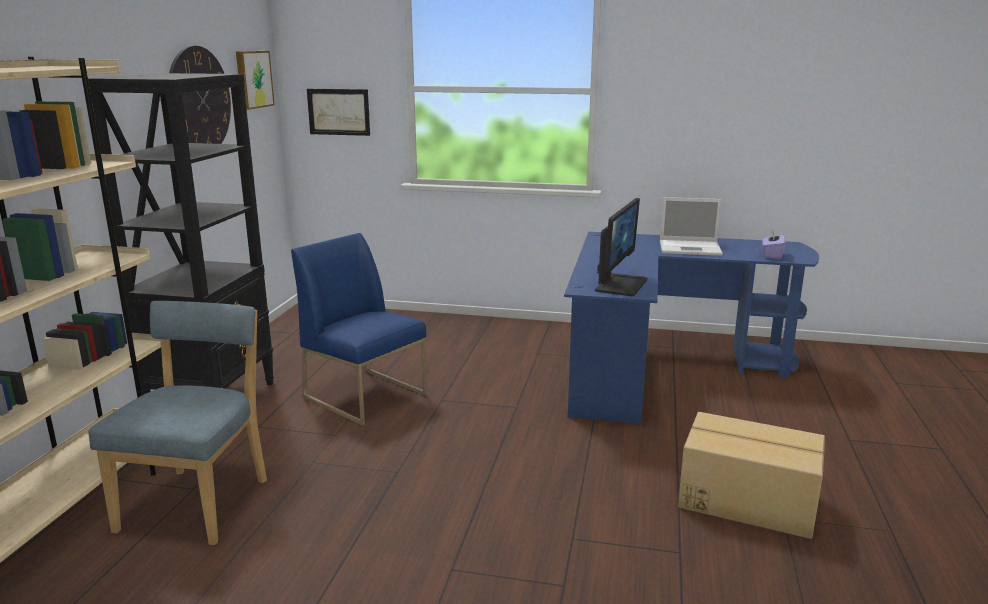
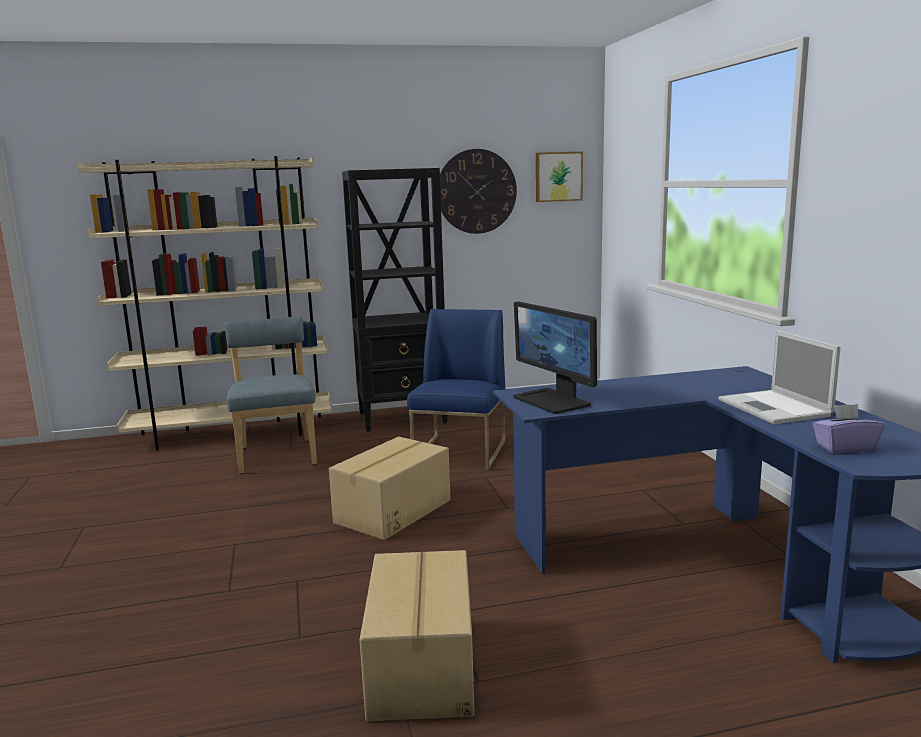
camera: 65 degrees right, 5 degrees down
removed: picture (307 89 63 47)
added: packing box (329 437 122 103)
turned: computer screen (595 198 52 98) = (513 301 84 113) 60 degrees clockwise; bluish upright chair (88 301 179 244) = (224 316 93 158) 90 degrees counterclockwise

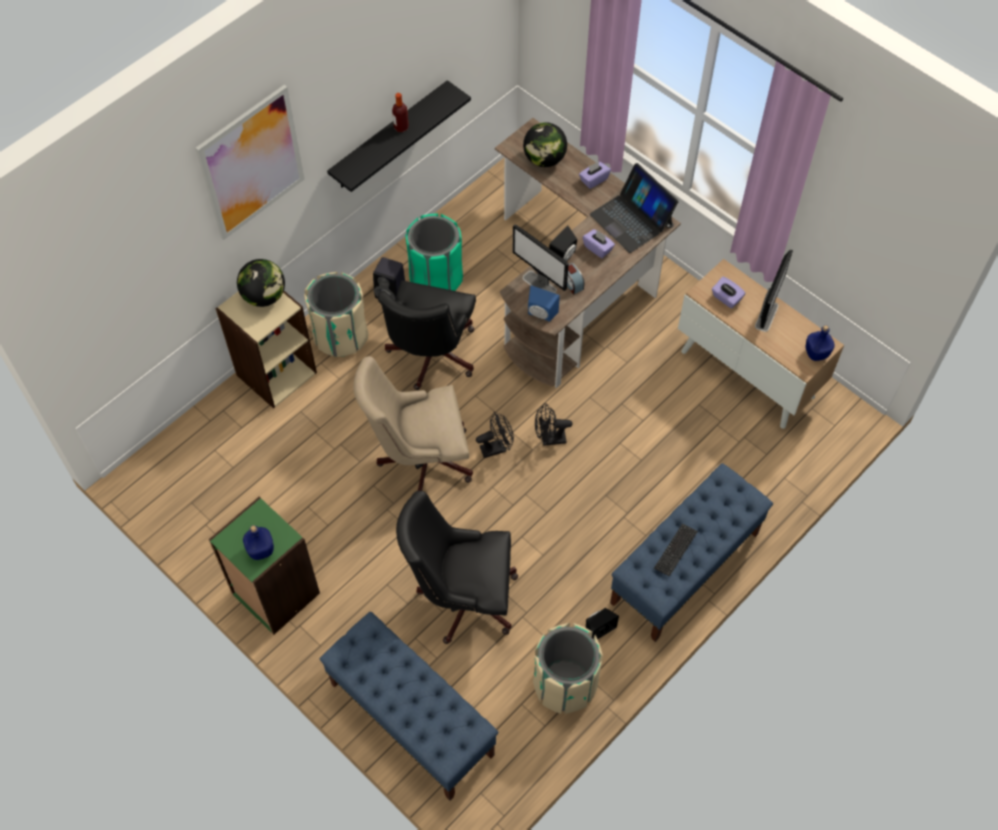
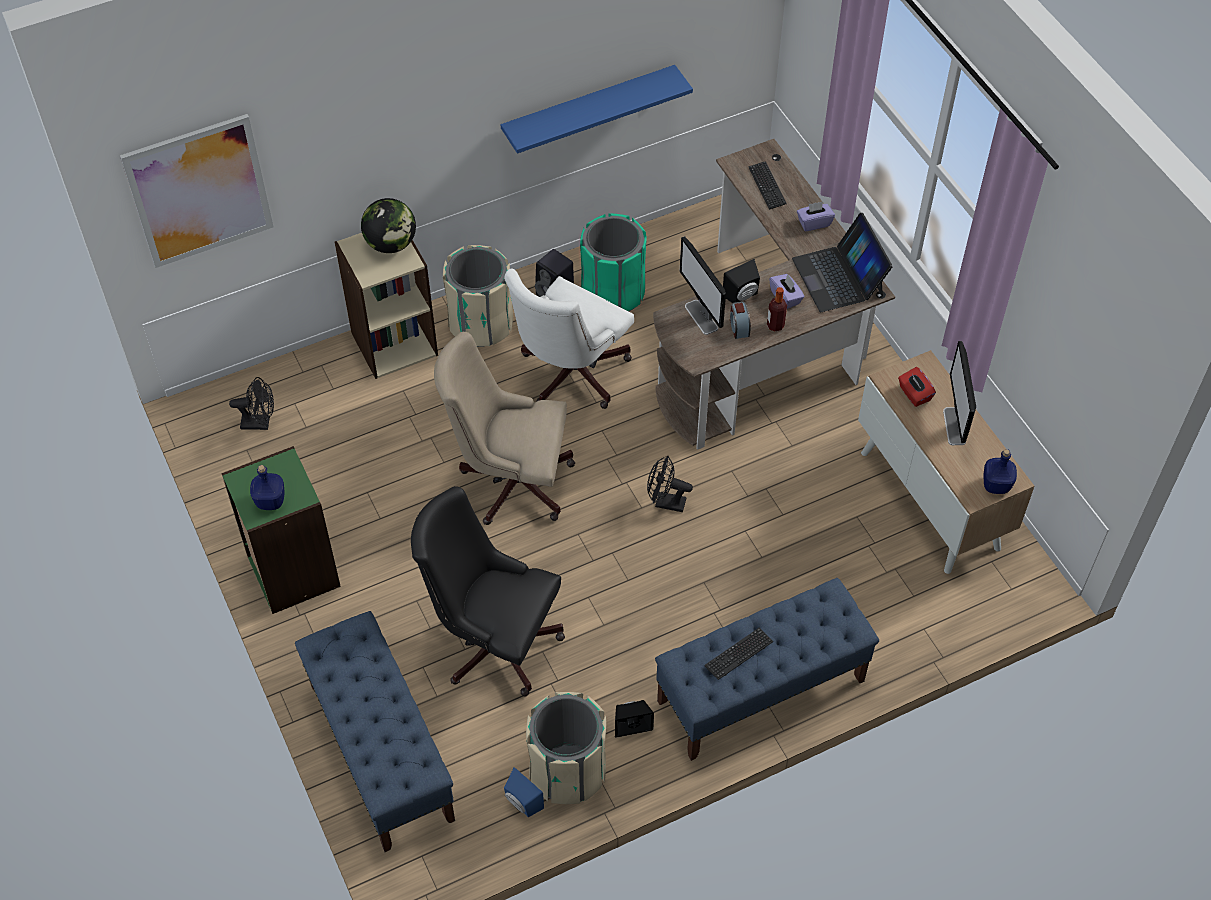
camera: 20 degrees right, 5 degrees down
moved: picture (195 85 110 155) to (120 114 154 154); beverage bottle (392 93 17 39) to (767 287 20 45); bluish audio speaker (528 285 32 37) to (504 767 40 50); black fan (476 412 38 46) to (229 377 45 53)
replaced: desk globe (523 122 44 45) to computer keyboard (748 161 39 48)
recoloured: black bracket shelf (327 80 144 112) to bluish bracket shelf (501 65 192 89); purple-coloured tissue holder (712 277 33 31) to reddish tissue holder (898 367 38 40); black computer chair (378 280 98 110) to white-coloured computer chair (504 269 130 140)
turned: computer screen (755 249 38 83) = (943 341 33 104) 135 degrees clockwise

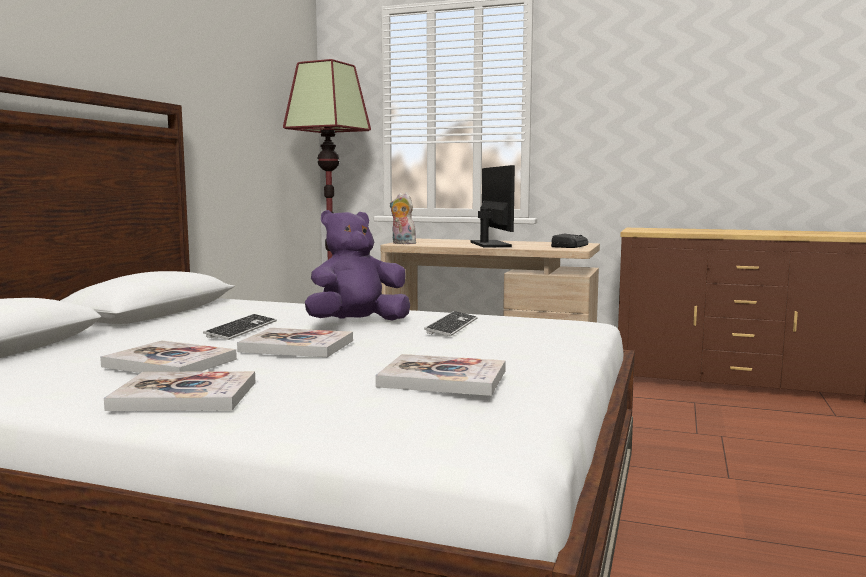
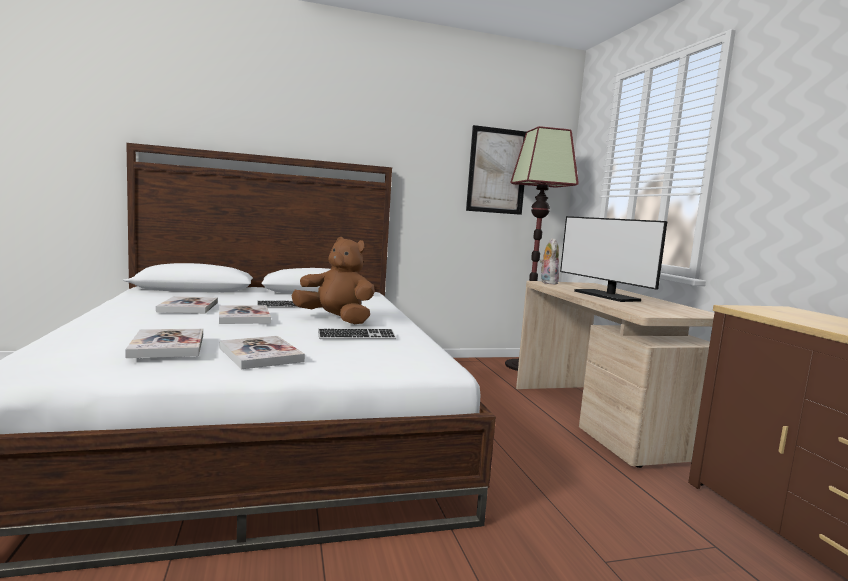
camera: 55 degrees right, 0 degrees up
removed: radio receiver (551 234 37 14)
added: picture (466 125 60 90)
moved: volume (104 371 151 40) to (220 336 85 33)
recoloured: purple-coloured plush toy (305 210 105 111) to brown-coloured plush toy (292 237 83 87)
turned: computer screen (470 165 45 83) = (560 216 107 86) 105 degrees clockwise

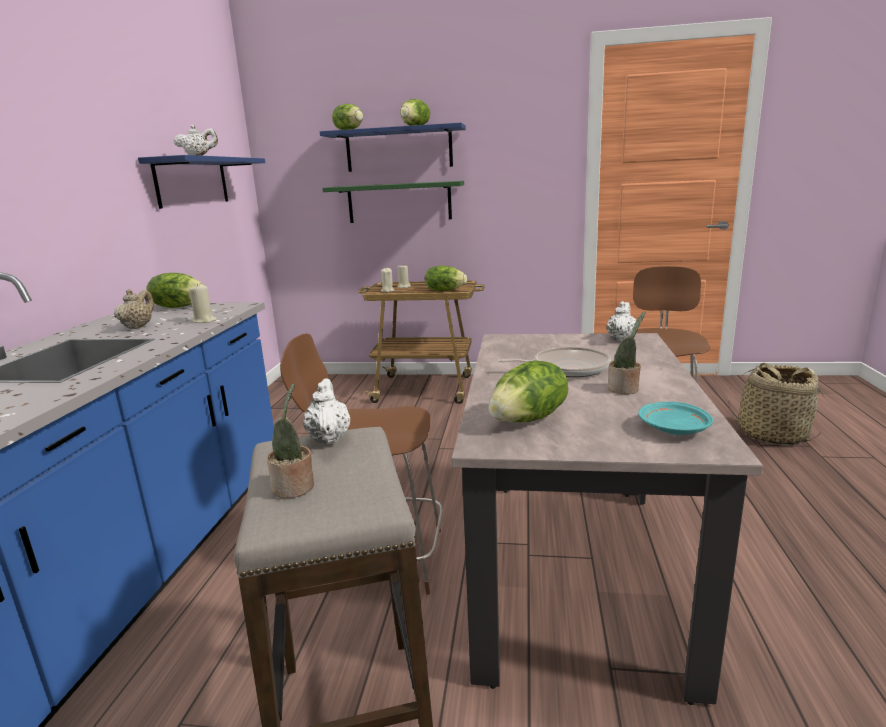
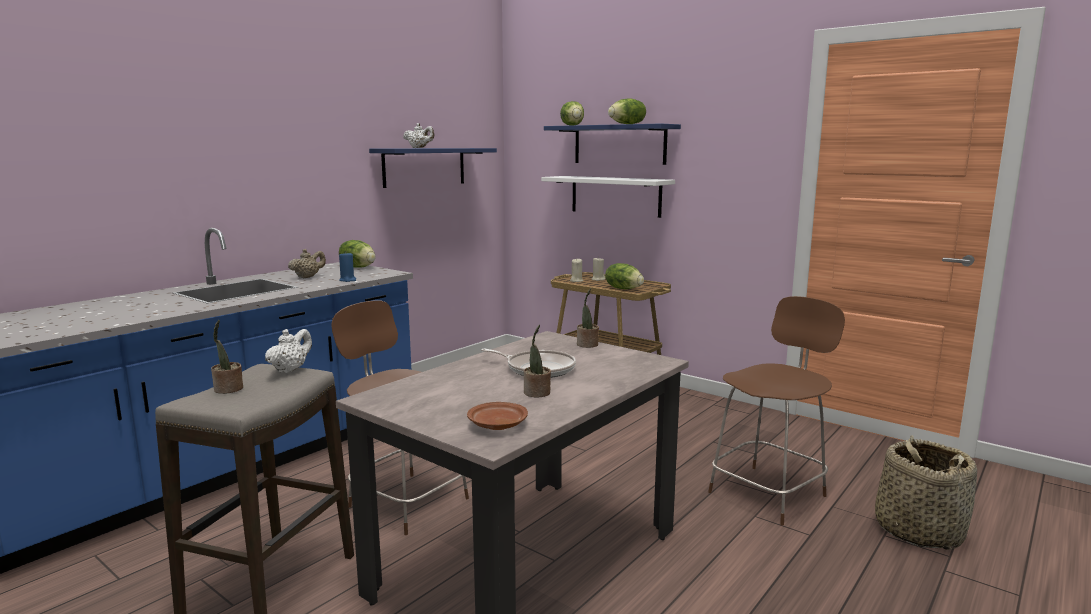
camera: 30 degrees right, 5 degrees down
removed: white-coloured tea pot (606 301 30 40); head of lettuce (489 361 79 61)
added: plant in a pot (577 288 22 60)
recoloured: green-coloured bracket shelf (322 181 142 42) to white-coloured bracket shelf (541 176 134 42); sand-coloured wax candle (189 284 28 39) to bluish wax candle (339 253 17 29); blue-green flat dish (638 402 75 33) to brown-coloured flat dish (467 402 61 28)

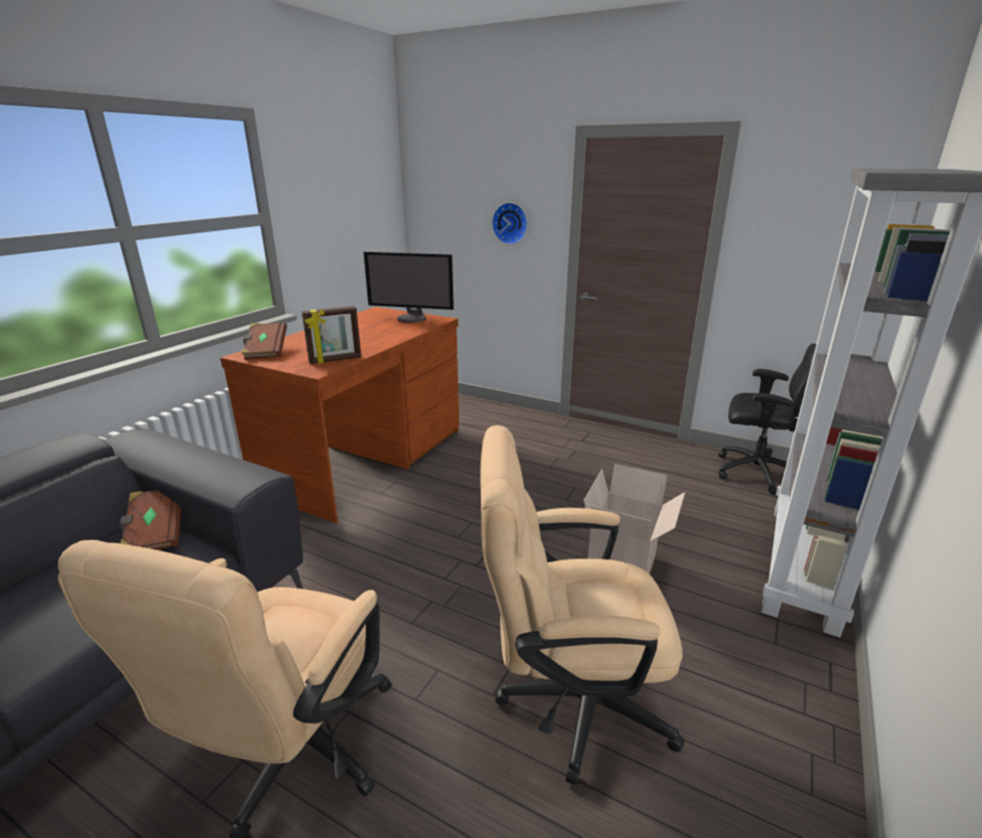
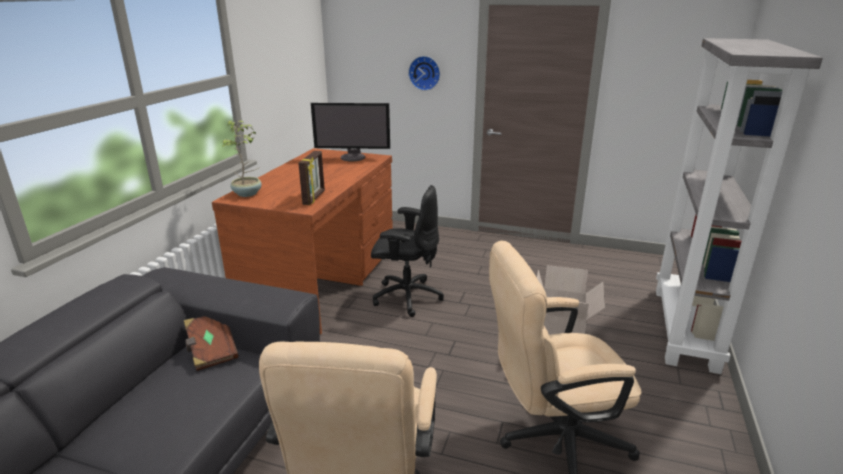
camera: 10 degrees left, 0 degrees up
moved: black computer chair (718 343 98 152) to (371 185 73 132)
replaced: brown-coloured volume (241 323 46 37) to plant in a pot (220 120 42 77)
turned: standing frame (301 306 60 58) = (298 151 27 54) 45 degrees counterclockwise

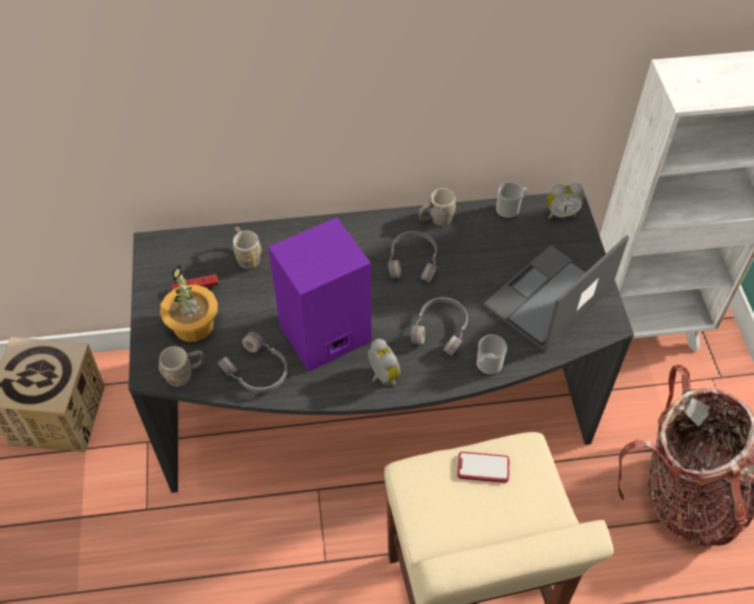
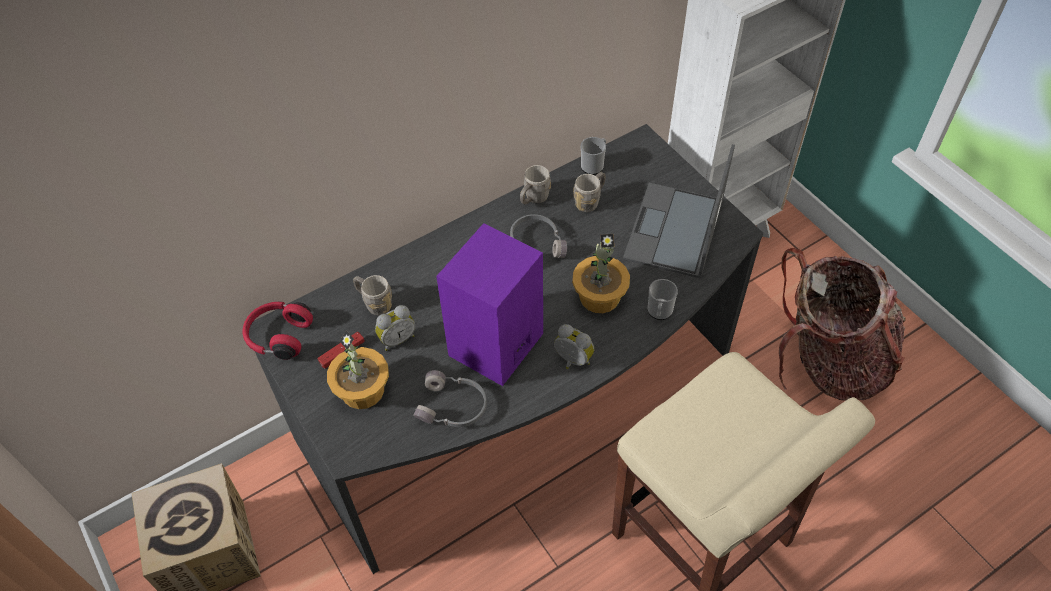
camera: 25 degrees left, 0 degrees up
removed: handset (457 452 52 31)
added: reddish pair of headphones (243 302 70 58)
moved: alarm clock (547 183 36 36) to (375 305 41 46); gray tea mug (159 346 46 41) to (573 172 32 40)
replaced: gray pair of headphones (411 297 57 59) to plant in a pot (572 234 58 79)

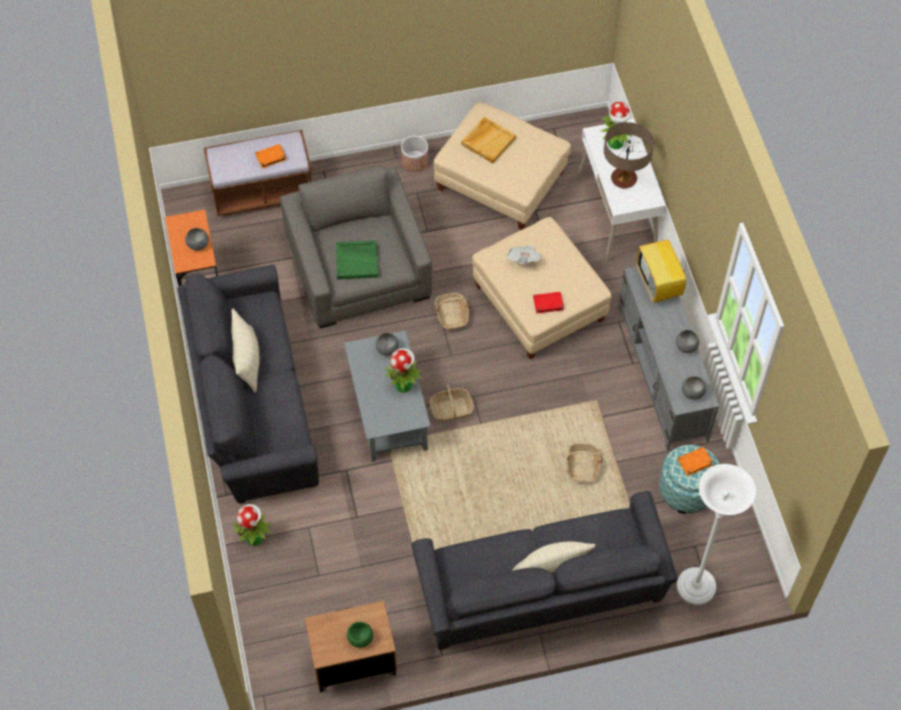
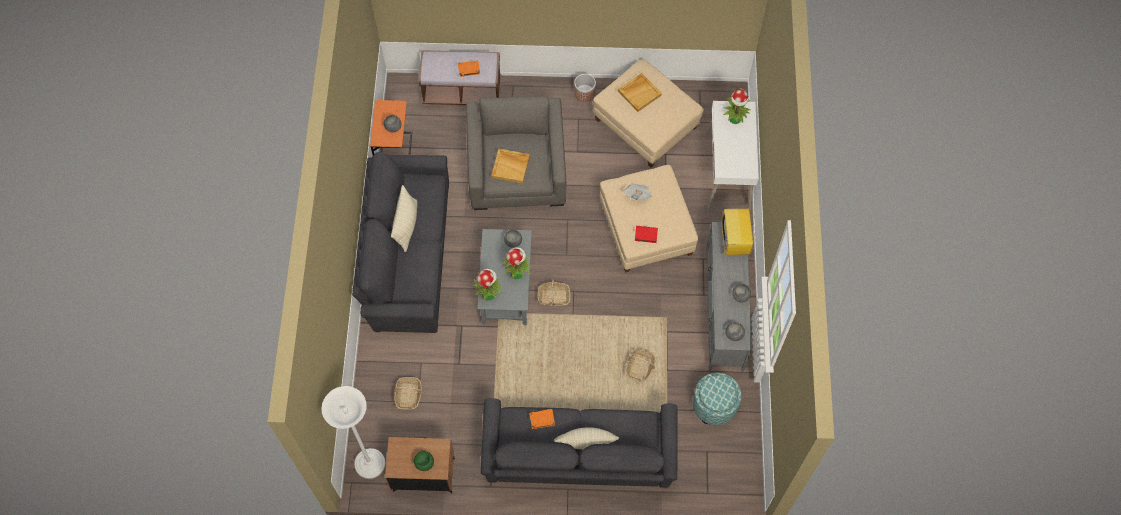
camera: 15 degrees right, 5 degrees up
removed: tabletop lamp (604 122 50 66)
moved: basket (435 293 35 37) to (394 377 28 33); orange-coloured volume (677 447 36 29) to (529 409 26 20); white-coloured standard lamp (677 464 79 141) to (322 386 63 93); plant in a pot (232 504 40 42) to (474 269 29 32)
recoloured: green-coloured carrying tray (336 240 42 39) to sand-coloured carrying tray (491 149 39 35)

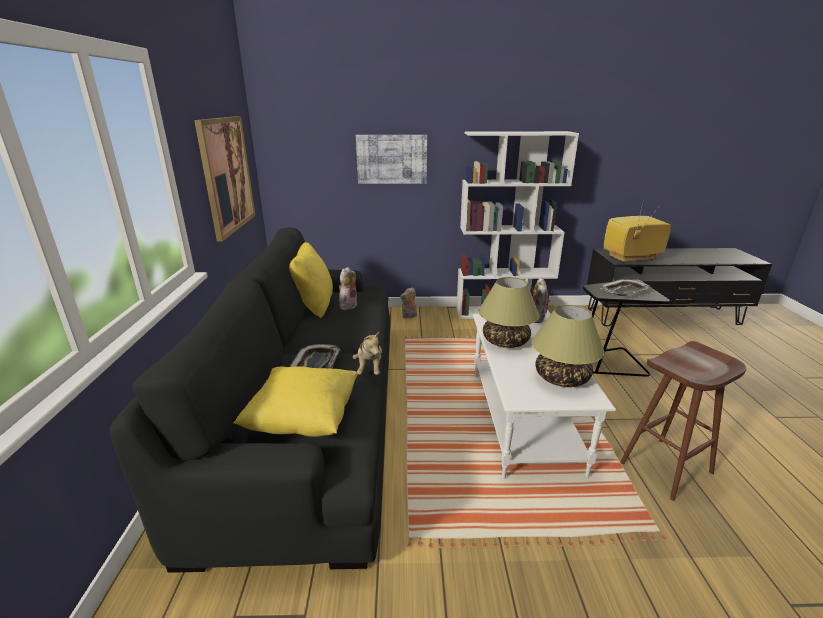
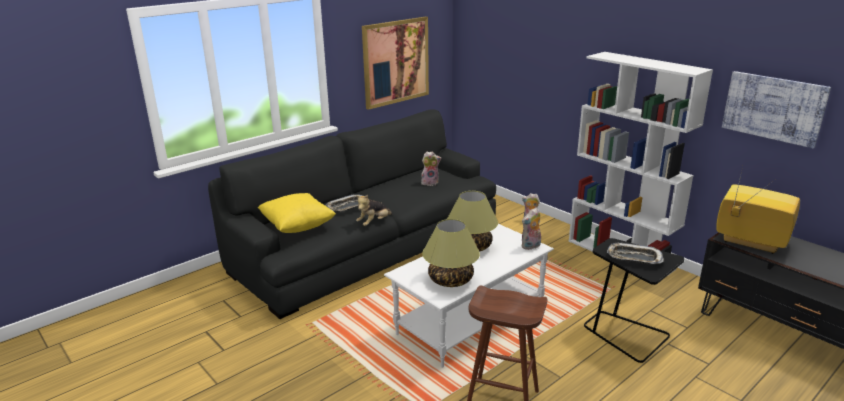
camera: 50 degrees right, 0 degrees up
removed: yellow-coloured throw pillow (289 242 44 76)
moved: picture (356 135 71 49) to (722 71 109 77)

